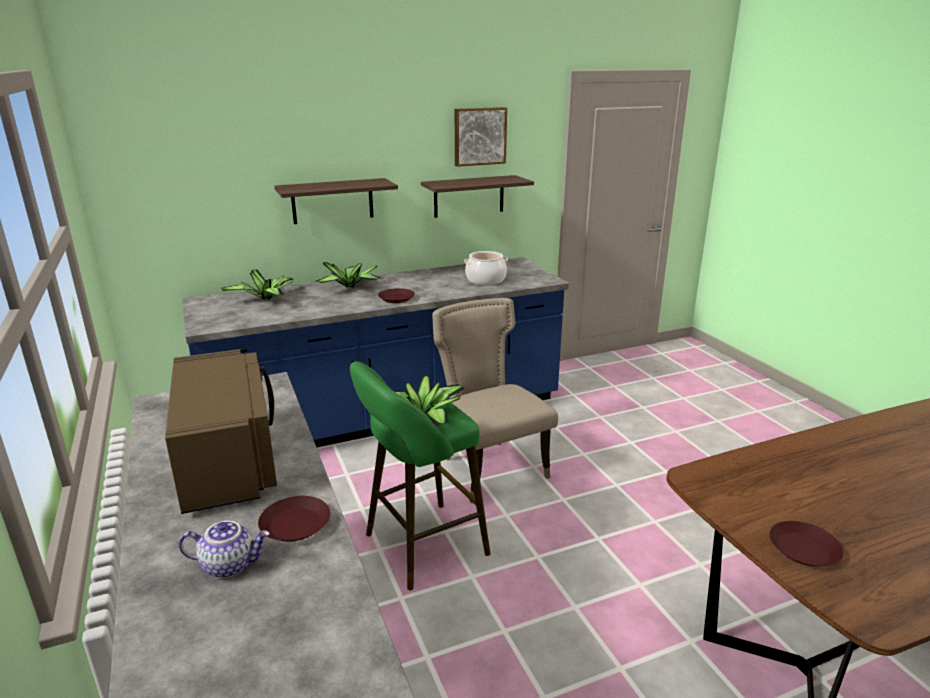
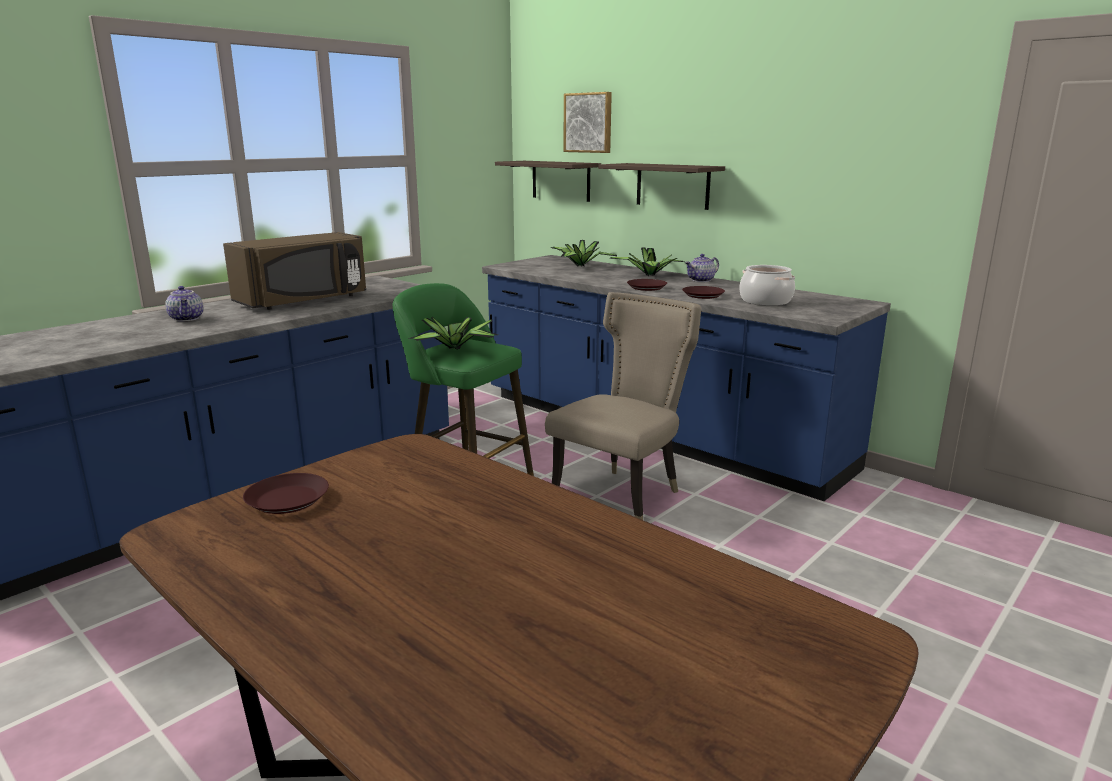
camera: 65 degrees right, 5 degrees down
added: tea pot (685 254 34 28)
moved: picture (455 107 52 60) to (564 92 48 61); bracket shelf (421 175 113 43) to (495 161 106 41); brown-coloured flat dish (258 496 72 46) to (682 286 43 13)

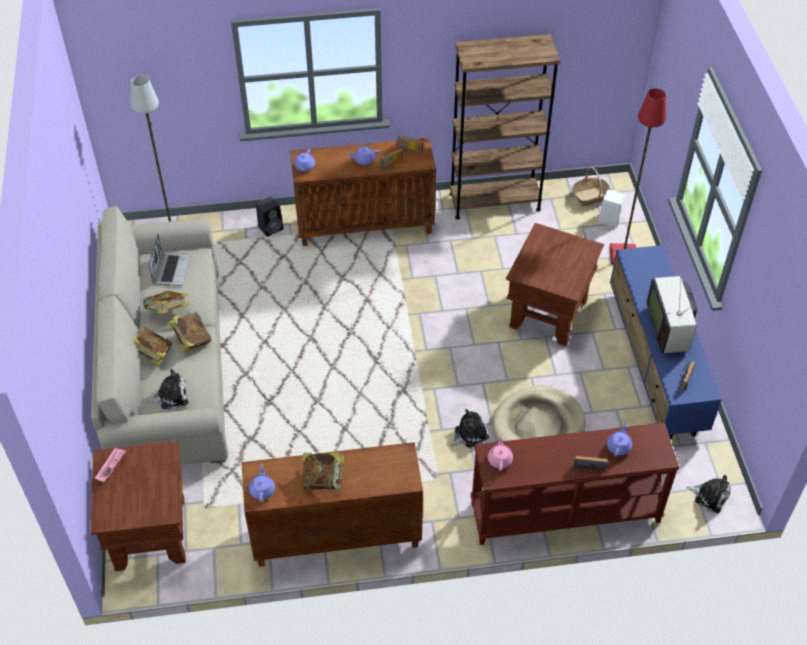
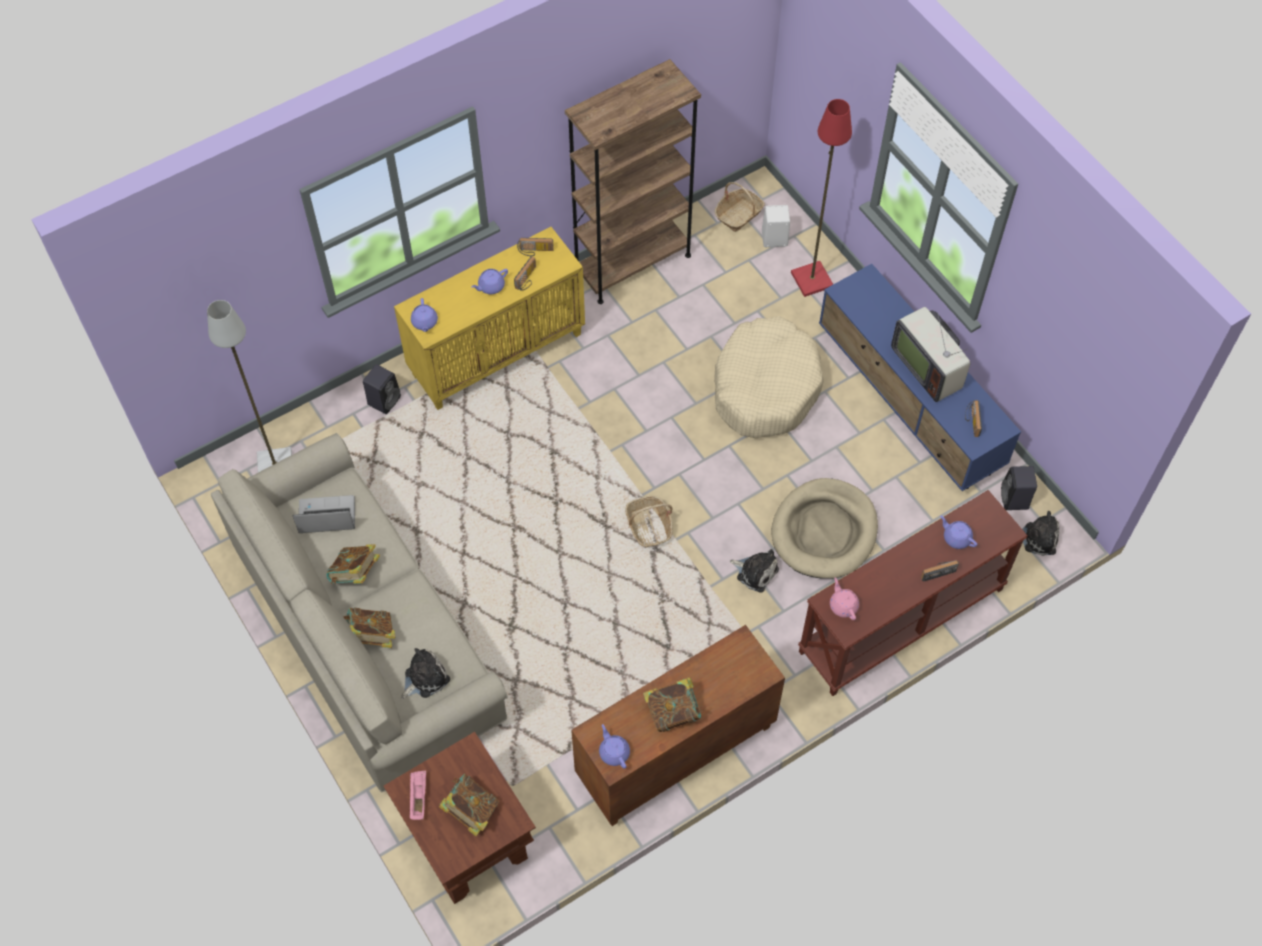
camera: 25 degrees left, 10 degrees up
added: black audio speaker (1001 466 36 44); basket (625 496 48 51)
moved: volume (168 312 44 40) to (439 774 60 62)
replaced: brown-coloured end table (506 223 98 123) to sand-coloured pet bed (714 316 110 122)
recoloured: brown-coloured cabinet (290 138 146 108) to yellow-coloured cabinet (394 227 191 183)
turned: notebook computer (148 234 43 52) = (293 495 62 38) 75 degrees counterclockwise; plush toy (451 409 38 39) = (730 549 49 44) 90 degrees clockwise; purple-coloured tea pot (607 422 25 35) = (940 516 38 33) 45 degrees counterclockwise

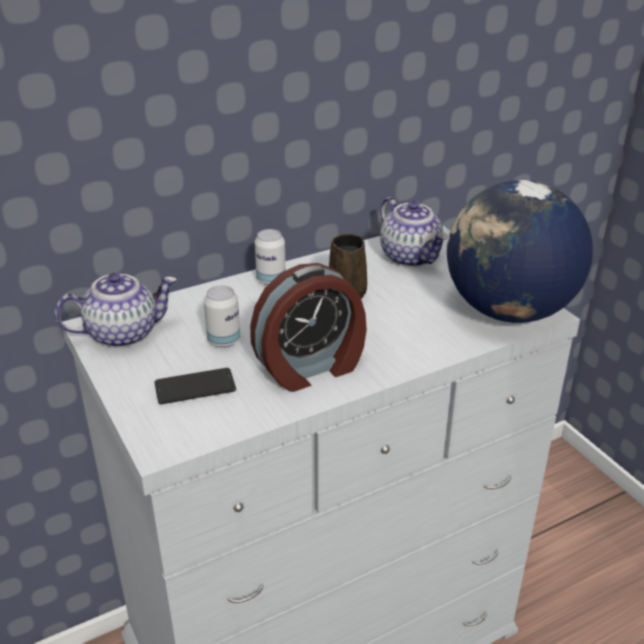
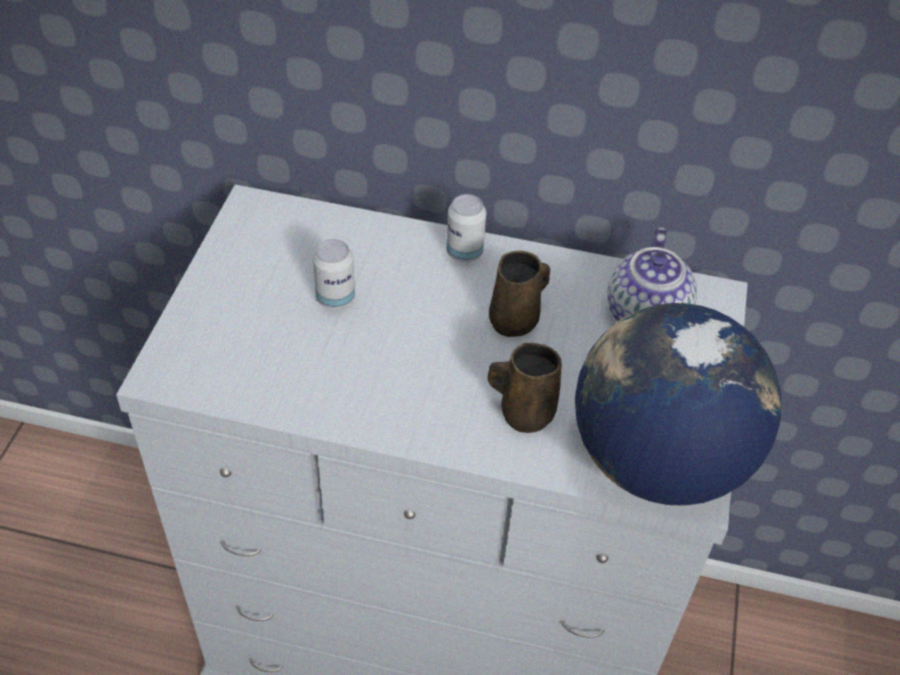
camera: 40 degrees right, 15 degrees up
removed: alarm clock (250 263 117 129); tea pot (55 272 122 76); handset (154 368 82 36)
added: brown-coloured tea mug (488 343 74 90)

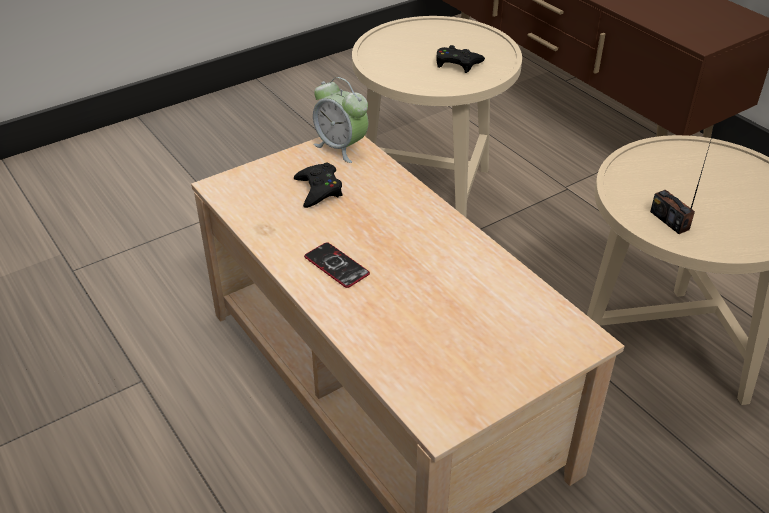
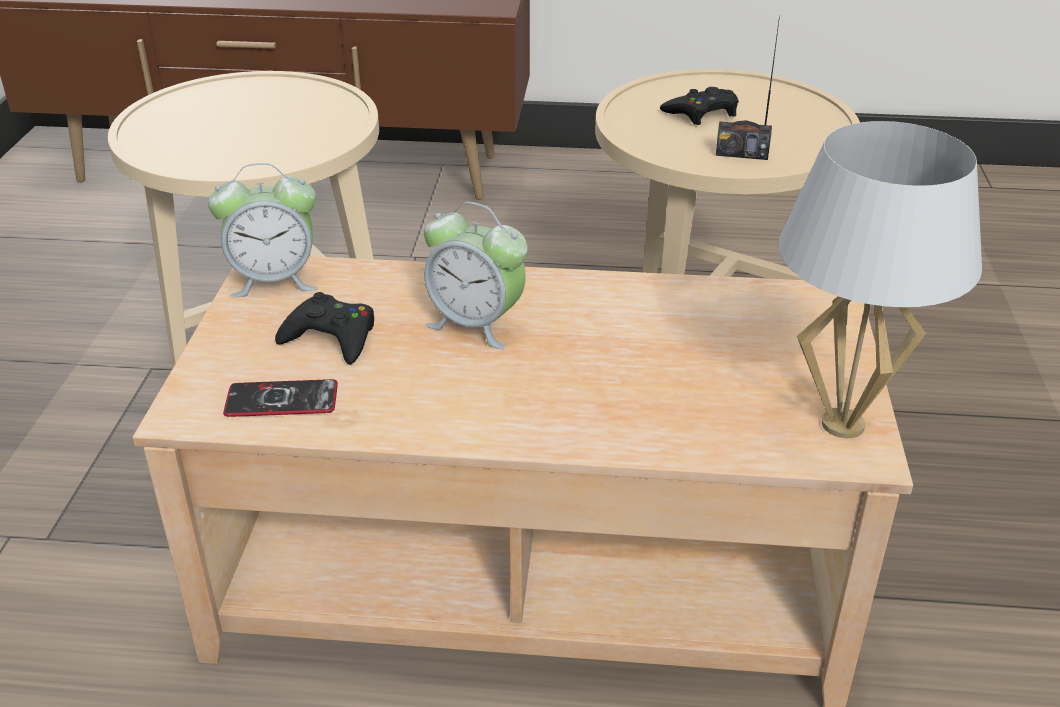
camera: 50 degrees left, 5 degrees down
added: white-coloured tabletop lamp (778 121 204 317); alarm clock (424 202 104 147)
moved: black gamepad (436 45 49 28) to (660 87 79 38); handset (304 242 66 46) to (223 379 115 38)

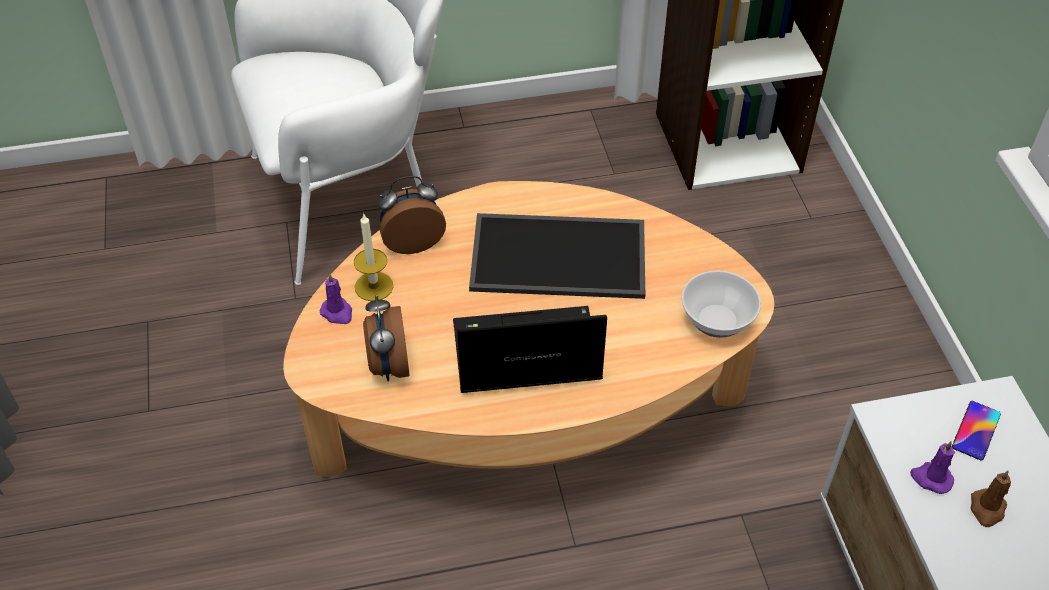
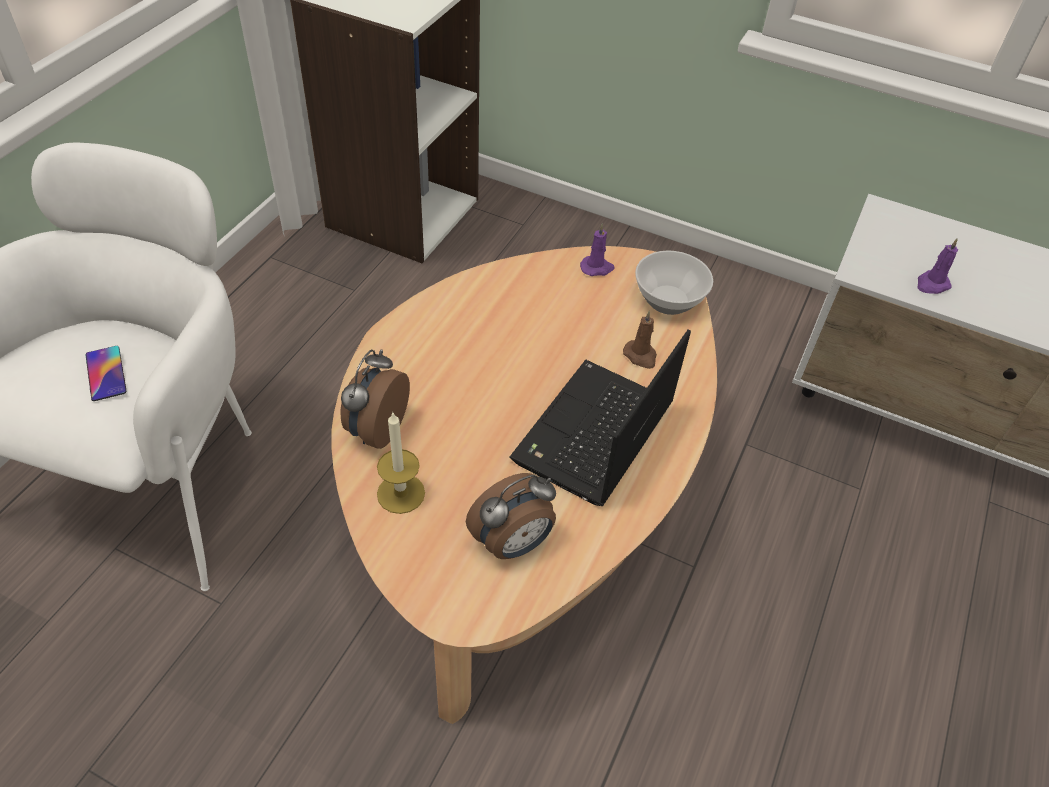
camera: 55 degrees left, 0 degrees up
removed: carrying tray (469 213 176 86)
moved: purple-coloured wax candle (320 273 32 51) to (580 223 35 53); handset (952 401 49 60) to (85 346 41 55); brown-coloured wax candle (971 470 40 57) to (623 311 34 58)
turned: alarm clock (363 295 46 86) = (466 473 90 86) 60 degrees counterclockwise

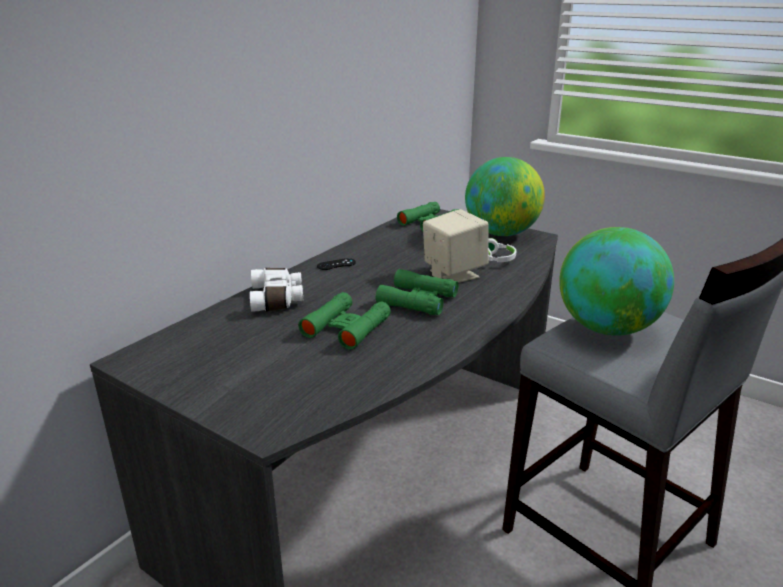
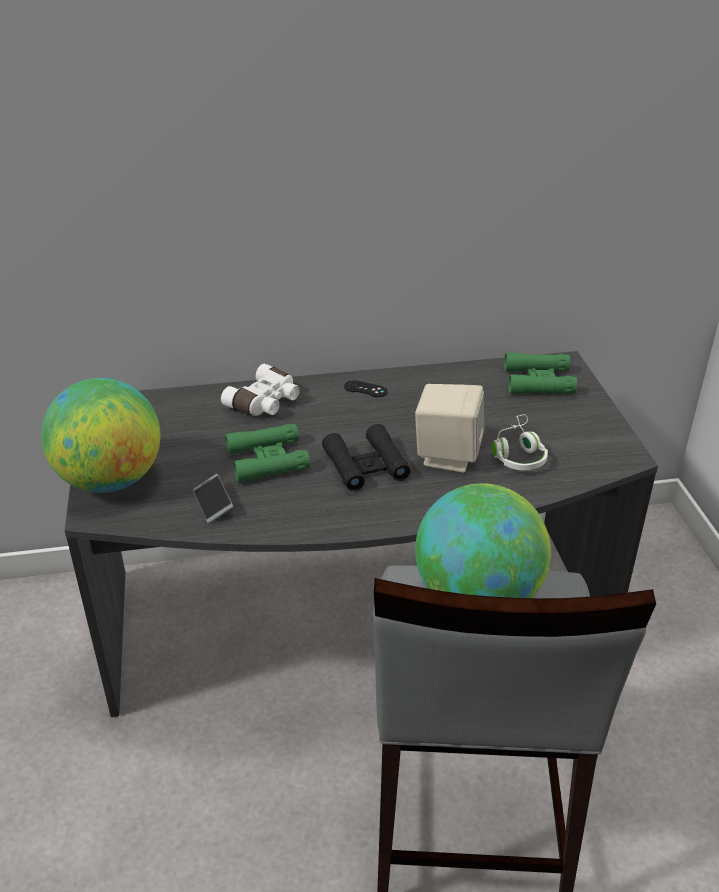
camera: 45 degrees right, 10 degrees up
added: handset (193 474 40 49)
moved: desk globe (465 157 80 79) to (41 378 120 115)
recoloured: green-coloured pair of binoculars (376 269 83 46) to black pair of binoculars (322 424 88 67)

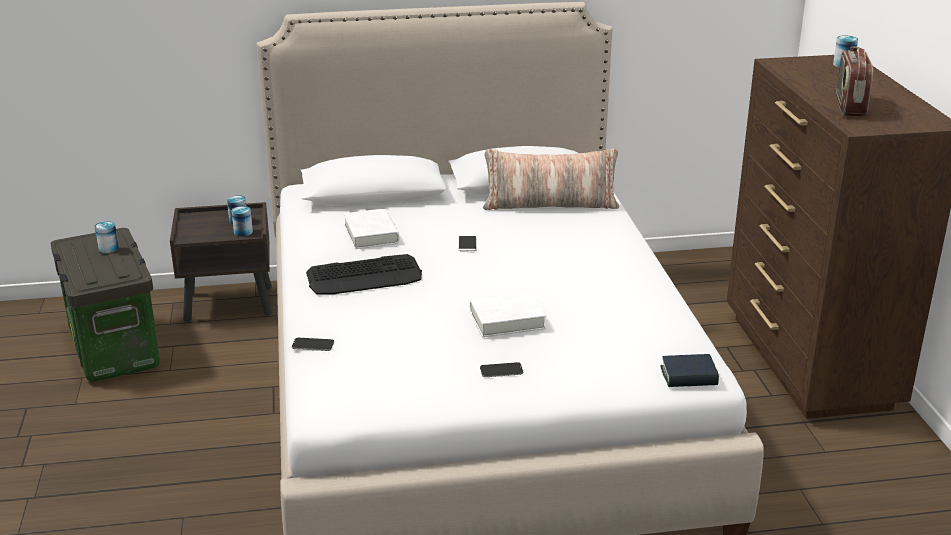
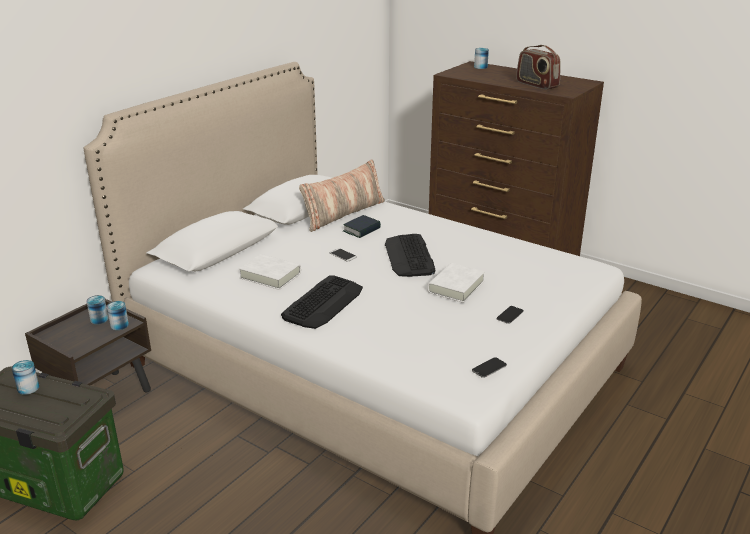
camera: 45 degrees left, 0 degrees up
added: computer keyboard (385 234 51 43)
moved: handset (292 338 42 13) to (472 357 35 21); volume (660 354 59 33) to (343 215 38 23)

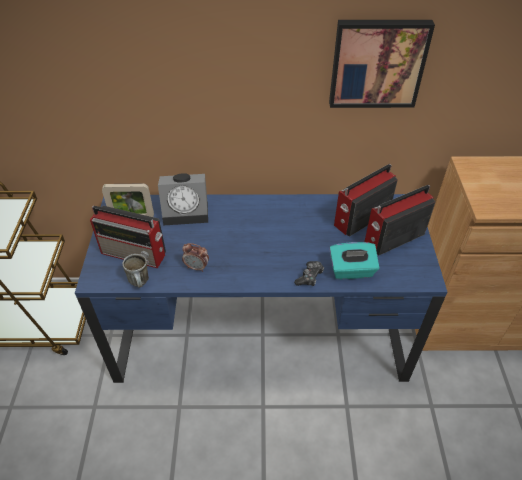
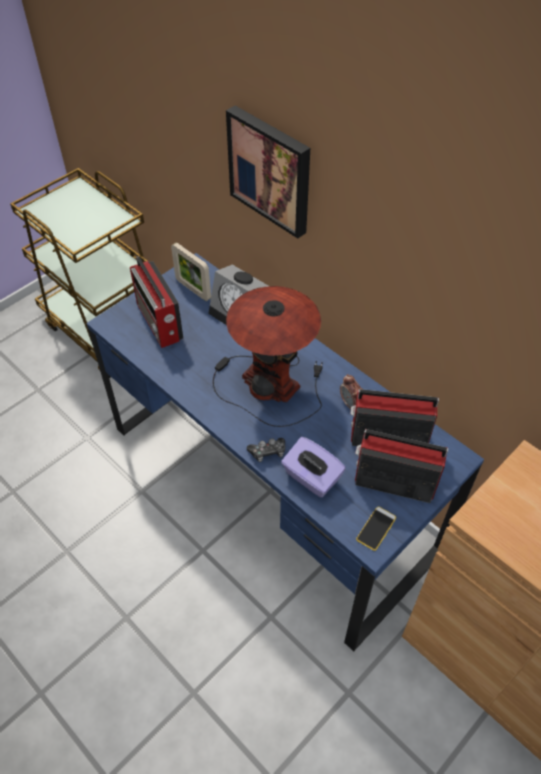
camera: 45 degrees right, 5 degrees up
removed: tea mug (122 254 27 34)
added: tabletop lamp (213 286 110 141); handset (356 506 40 45)
moved: picture (329 20 106 88) to (226 106 84 132); alarm clock (182 243 27 29) to (340 374 22 35)
recoloured: blue-green tissue holder (329 242 50 37) to purple-coloured tissue holder (281 437 65 61)

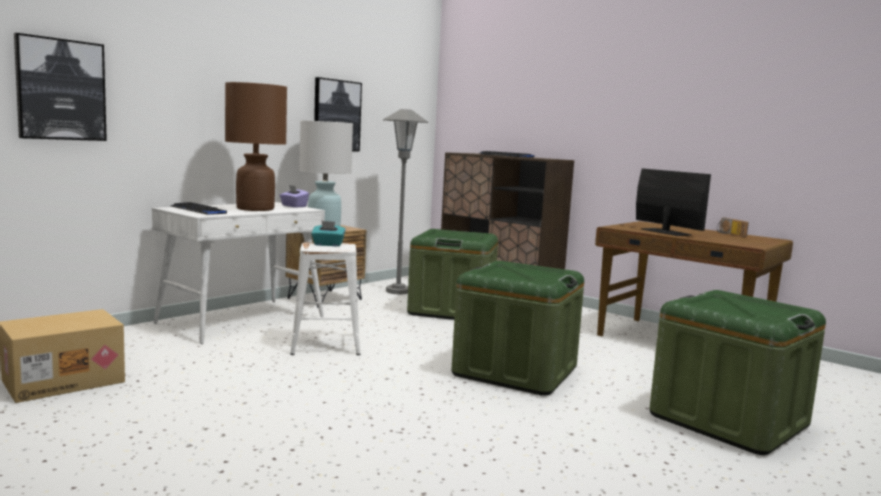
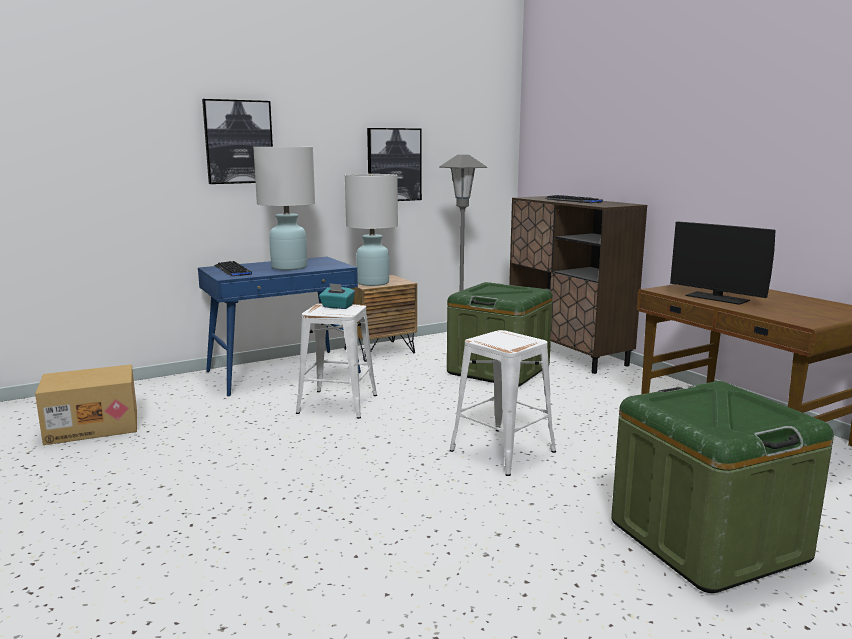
camera: 20 degrees right, 5 degrees up
removed: purple-coloured tissue holder (280 185 29 22); radio receiver (717 218 32 19)
moved: picture (14 33 93 108) to (202 99 71 85)
replaced: green-coloured storage bin (451 261 133 135) to white-coloured stool seat (450 330 106 146)
recoloured: brown-coloured tabletop lamp (225 82 62 129) to white-coloured tabletop lamp (253 147 62 123); white-coloured desk unit (152 202 173 142) to bluish desk unit (198 257 163 140)
turned: computer screen (636 169 75 67) = (670 222 106 83) 150 degrees clockwise

